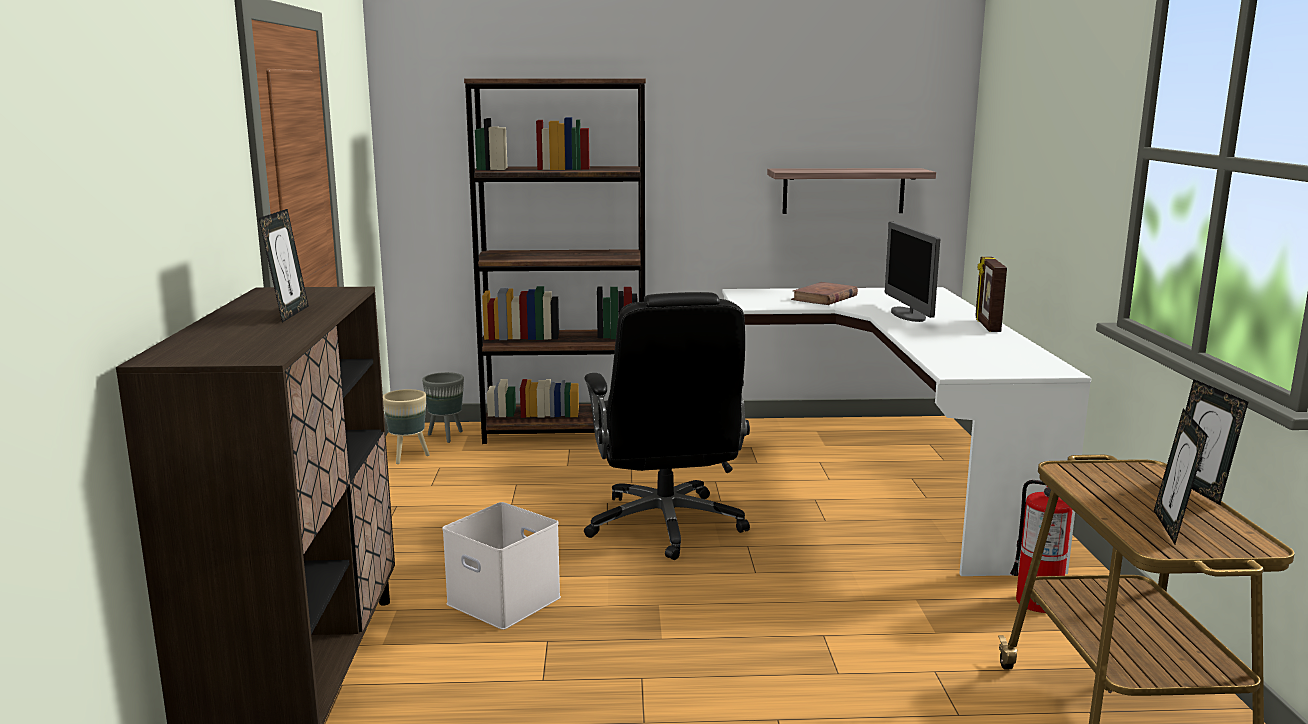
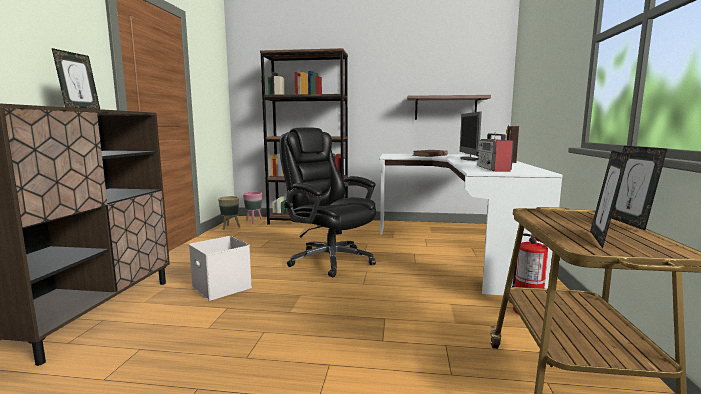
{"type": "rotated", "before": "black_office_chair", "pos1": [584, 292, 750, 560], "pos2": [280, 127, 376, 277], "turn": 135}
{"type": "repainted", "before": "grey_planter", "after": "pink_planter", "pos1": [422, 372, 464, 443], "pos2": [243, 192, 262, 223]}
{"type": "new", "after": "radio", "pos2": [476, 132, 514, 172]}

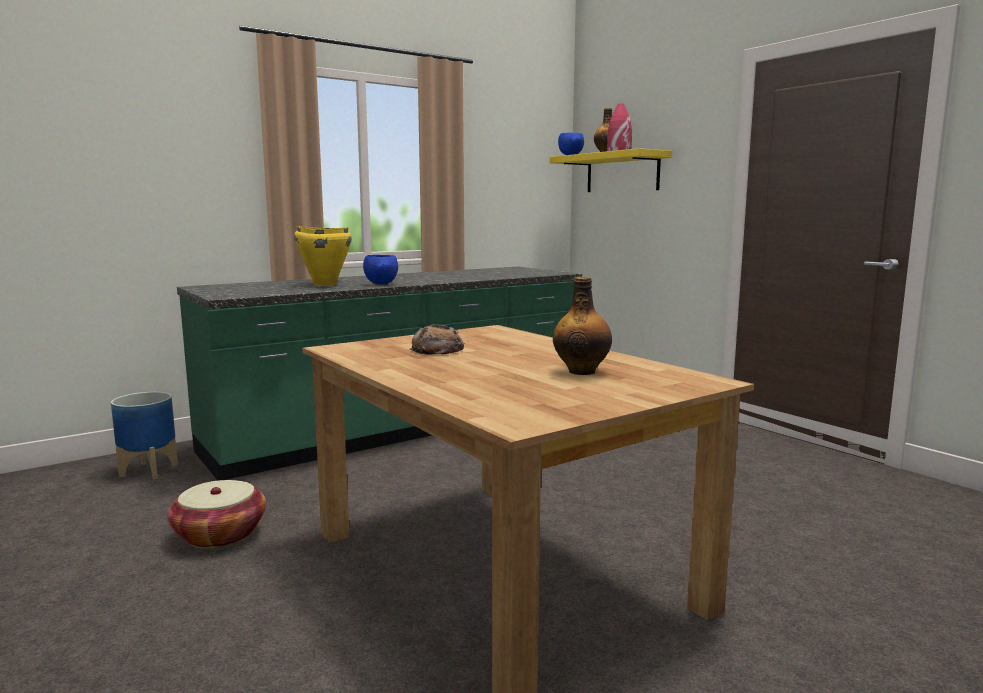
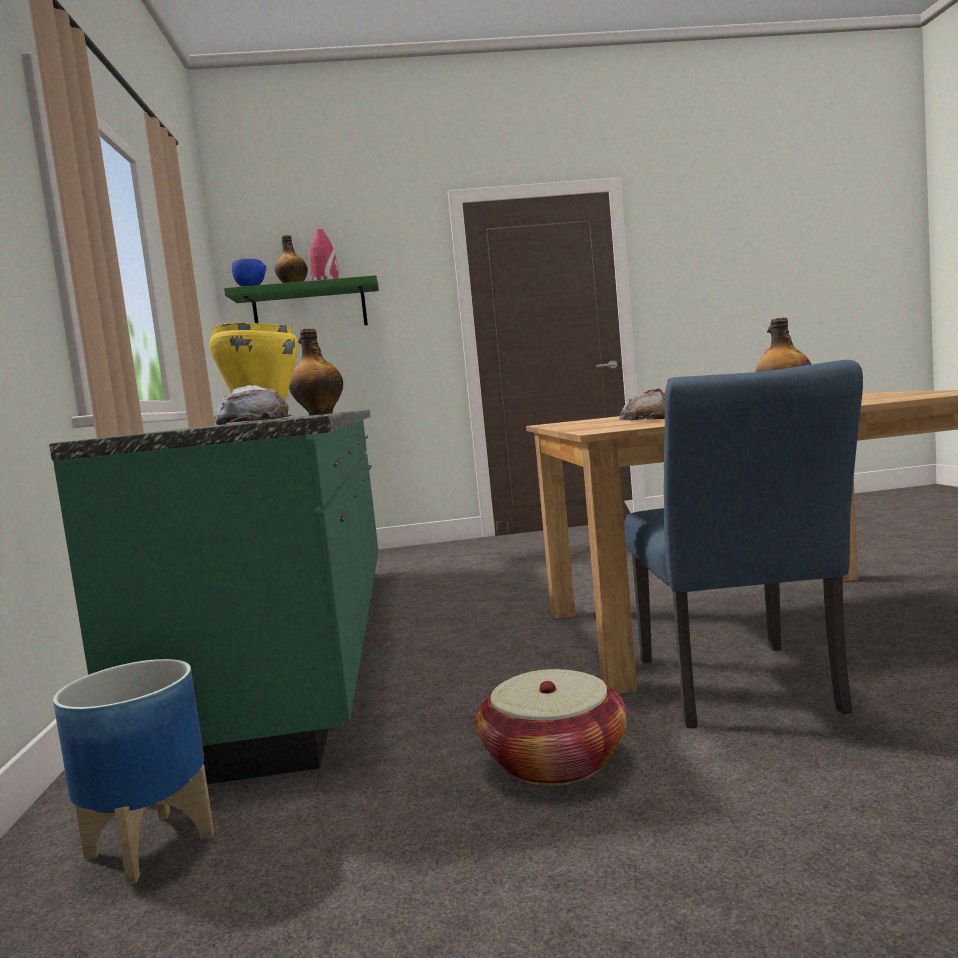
{"type": "repainted", "before": "yellow_shelf", "after": "green_shelf", "pos1": [549, 148, 672, 192], "pos2": [224, 275, 379, 326]}
{"type": "swapped", "before": "blue_bowl", "after": "bottle", "pos1": [363, 255, 398, 285], "pos2": [289, 328, 343, 416]}
{"type": "new", "after": "blue_chair", "pos2": [625, 360, 863, 728]}
{"type": "new", "after": "bread", "pos2": [214, 385, 292, 425]}

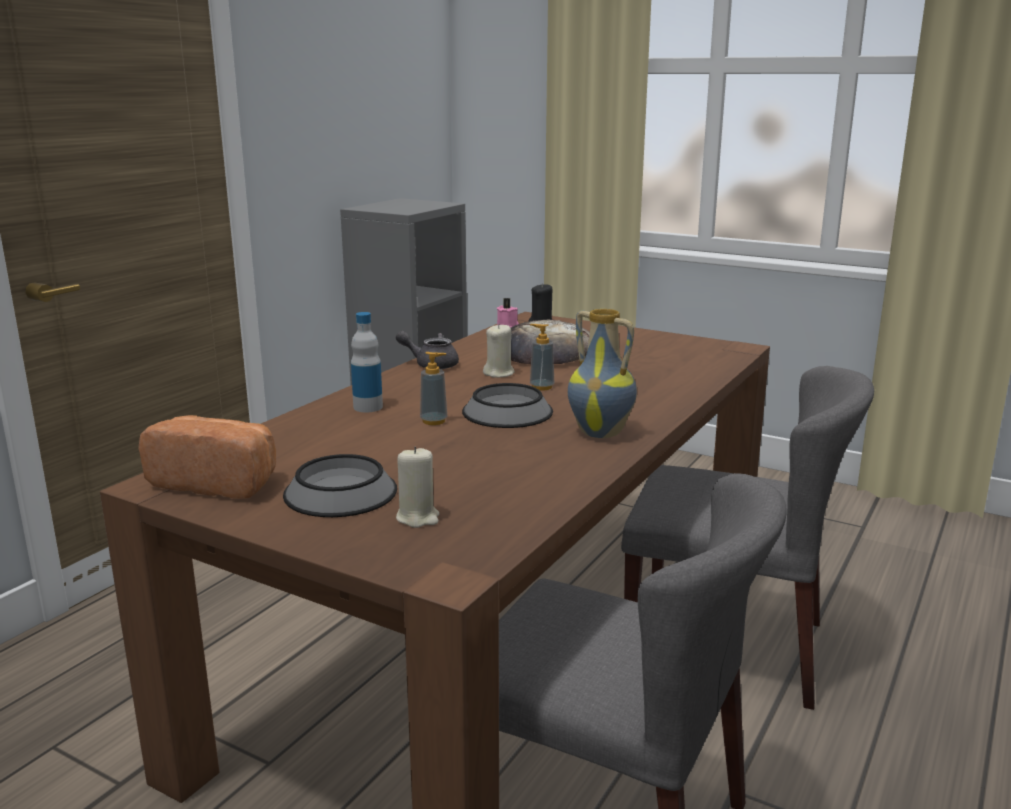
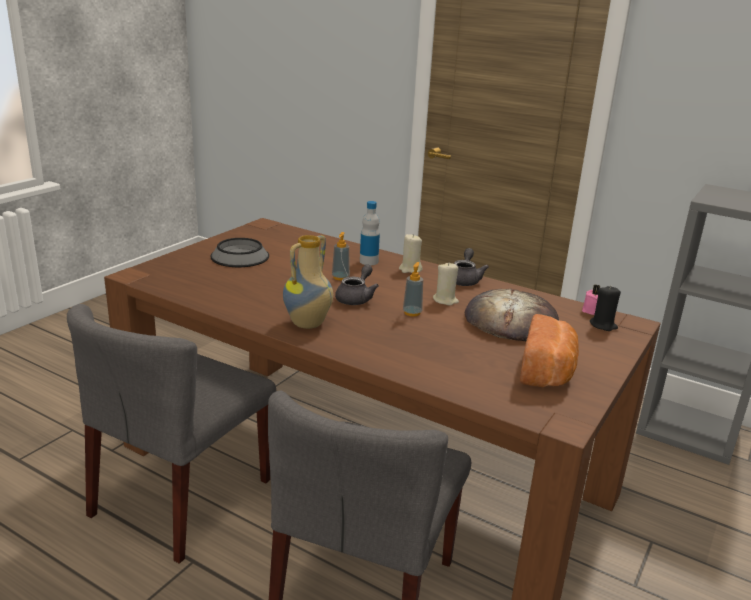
{"type": "swapped", "before": "bowl", "after": "grey_teapot", "pos1": [462, 383, 553, 428], "pos2": [335, 264, 379, 305]}
{"type": "shifted", "before": "bread", "pos1": [138, 415, 276, 498], "pos2": [520, 314, 579, 387]}
{"type": "shifted", "before": "beige_candle", "pos1": [396, 446, 439, 528], "pos2": [399, 234, 422, 273]}

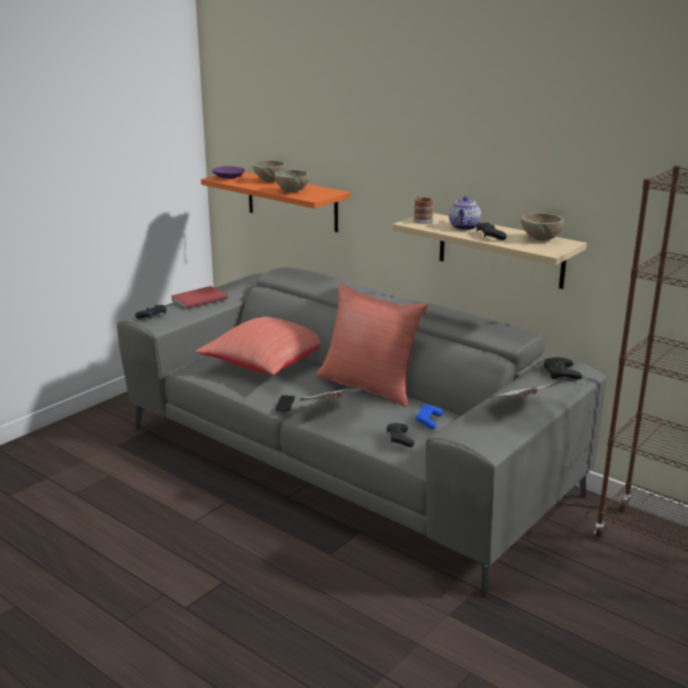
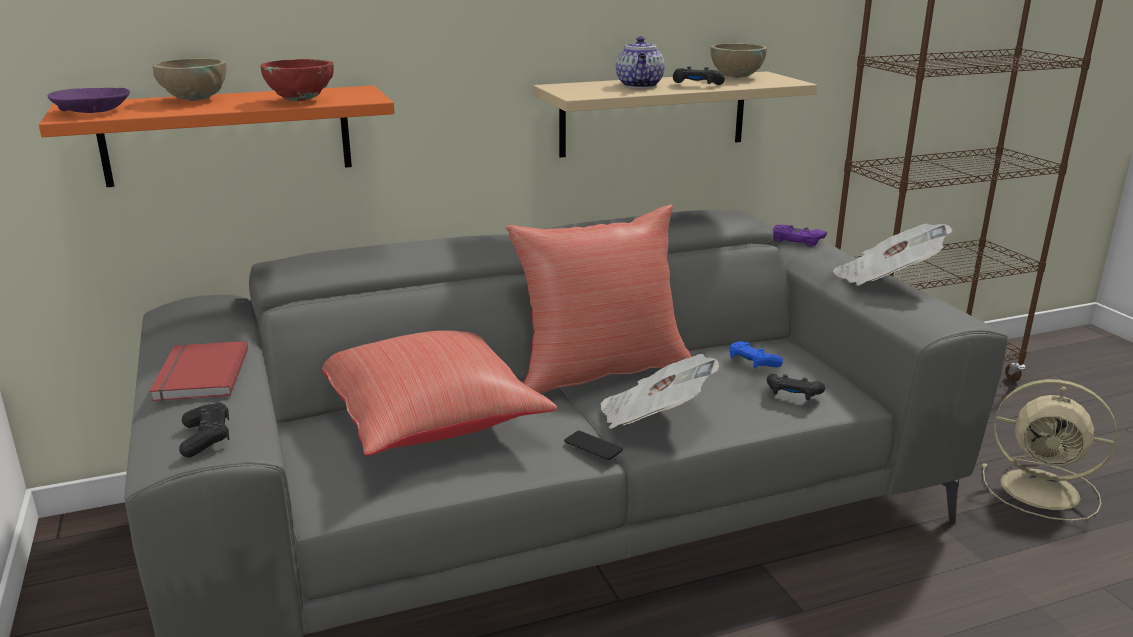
{"type": "repainted", "before": "beige_bowl", "after": "red_bowl", "pos1": [275, 170, 309, 192], "pos2": [260, 59, 334, 101]}
{"type": "gone", "before": "mug", "pos1": [413, 196, 434, 224]}
{"type": "rotated", "before": "teapot", "pos1": [449, 196, 481, 230], "pos2": [616, 36, 665, 88], "turn": 45}
{"type": "repainted", "before": "black_game_controller", "after": "purple_game_controller", "pos1": [544, 357, 582, 380], "pos2": [774, 225, 827, 247]}
{"type": "new", "after": "beige_fan", "pos2": [982, 379, 1117, 521]}

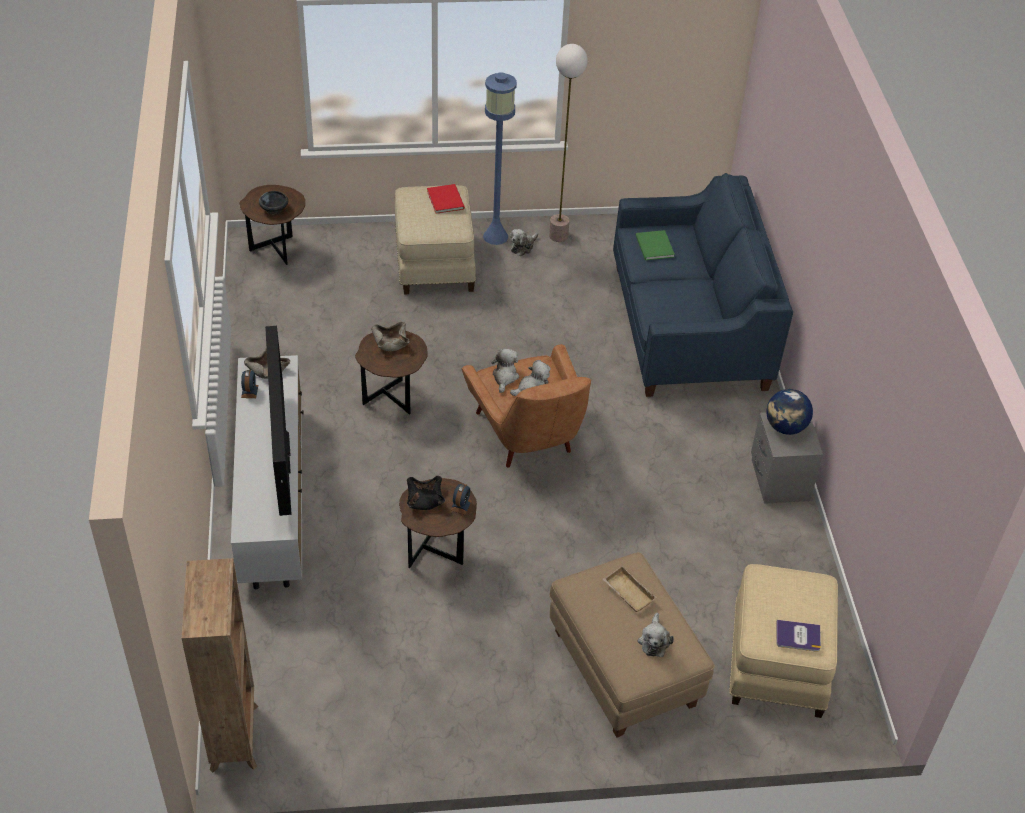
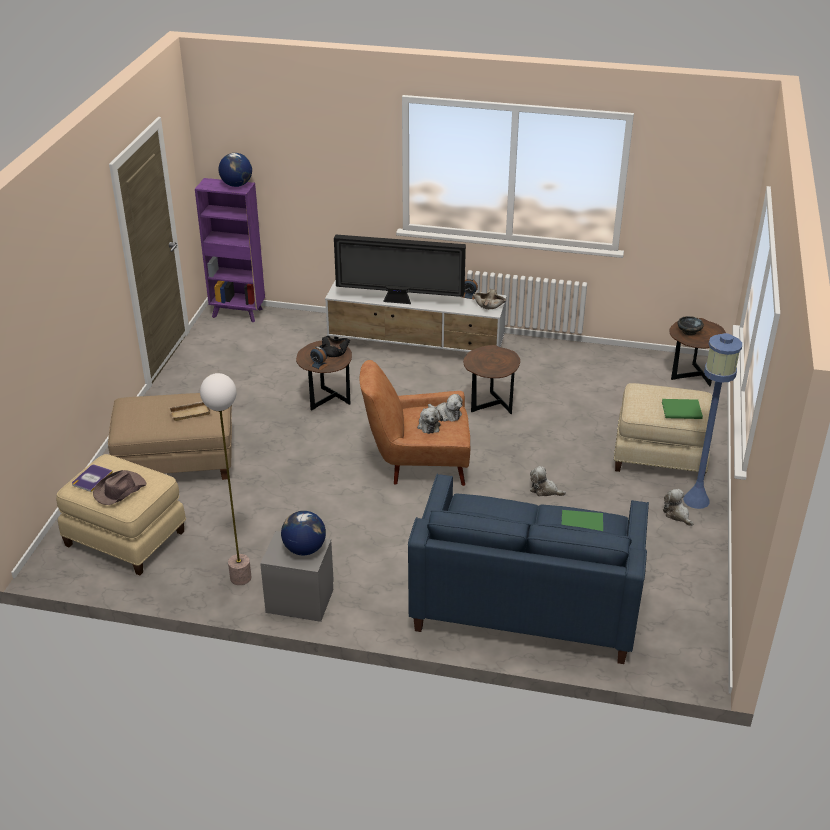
{"type": "shifted", "before": "floor_lamp", "pos1": [549, 44, 588, 242], "pos2": [200, 373, 251, 585]}
{"type": "repainted", "before": "red_book", "after": "green_book", "pos1": [427, 184, 465, 214], "pos2": [662, 399, 703, 419]}
{"type": "gone", "before": "beige_bowl", "pos1": [371, 322, 410, 351]}
{"type": "repainted", "before": "brown_bookcase", "after": "purple_bookcase", "pos1": [182, 558, 259, 772], "pos2": [195, 178, 265, 322]}
{"type": "shifted", "before": "plush_toy", "pos1": [638, 613, 674, 657], "pos2": [530, 466, 566, 496]}
{"type": "new", "after": "globe", "pos2": [219, 153, 252, 187]}
{"type": "new", "after": "brown_hat", "pos2": [93, 470, 146, 505]}

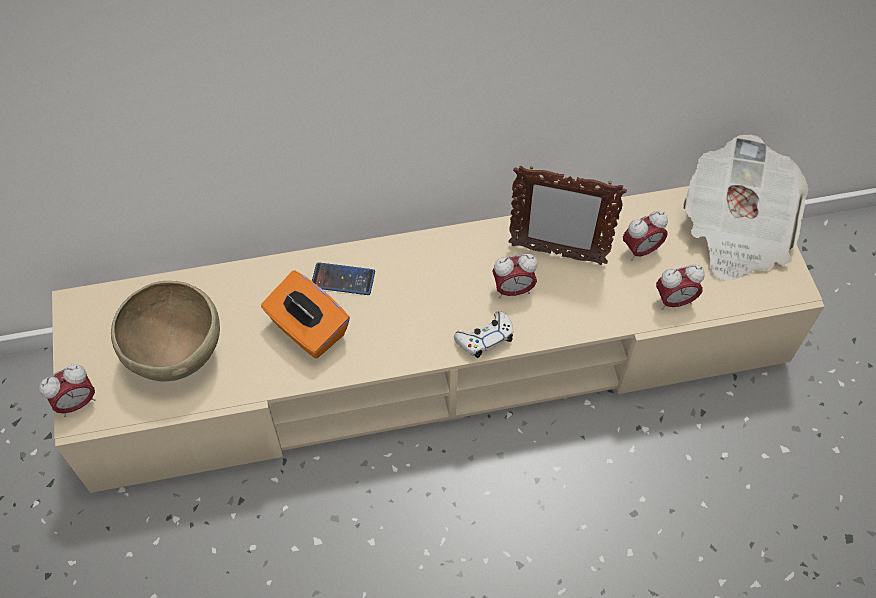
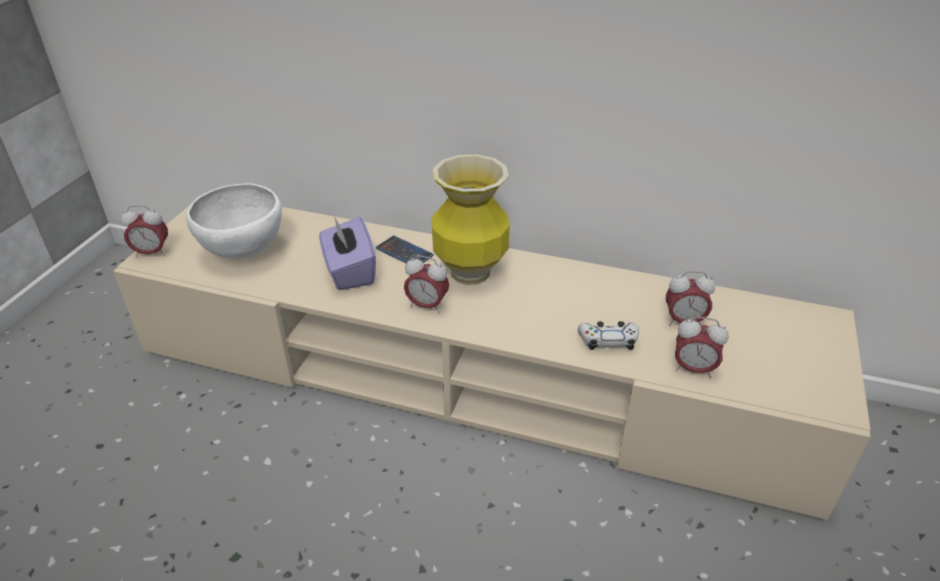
{"type": "gone", "before": "newspaper", "pos1": [683, 135, 809, 281]}
{"type": "gone", "before": "picture_frame", "pos1": [508, 166, 627, 265]}
{"type": "shifted", "before": "alarm_clock", "pos1": [492, 254, 538, 298], "pos2": [404, 255, 449, 314]}
{"type": "repainted", "before": "orange_tissue_box", "after": "purple_tissue_box", "pos1": [261, 271, 350, 359], "pos2": [319, 216, 376, 290]}
{"type": "repainted", "before": "brown_bowl", "after": "white_bowl", "pos1": [111, 281, 220, 381], "pos2": [186, 183, 282, 259]}
{"type": "shifted", "before": "white_game_controller", "pos1": [454, 311, 513, 358], "pos2": [578, 321, 639, 350]}
{"type": "new", "after": "vase", "pos2": [432, 154, 510, 285]}

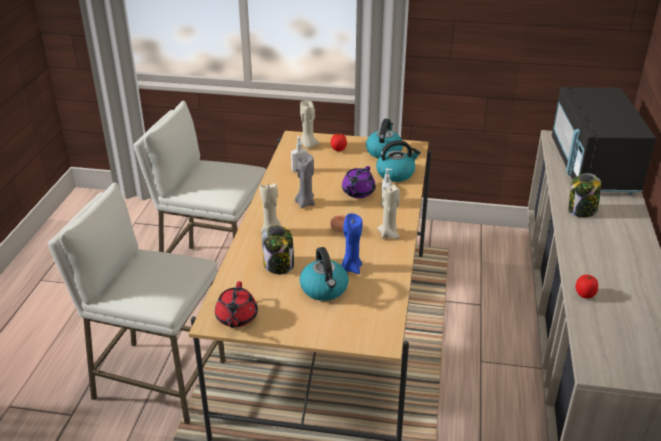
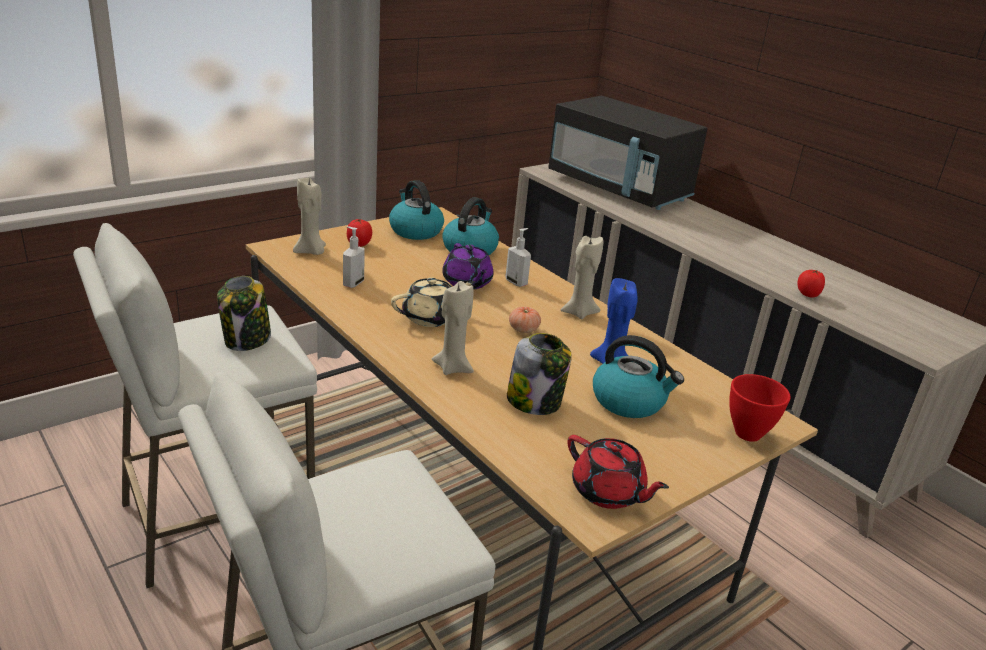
{"type": "swapped", "before": "grey_candle", "after": "beige_teapot", "pos1": [295, 153, 315, 208], "pos2": [391, 277, 475, 327]}
{"type": "shifted", "before": "jar", "pos1": [568, 173, 601, 217], "pos2": [217, 276, 271, 351]}
{"type": "new", "after": "red_bowl", "pos2": [729, 374, 791, 442]}

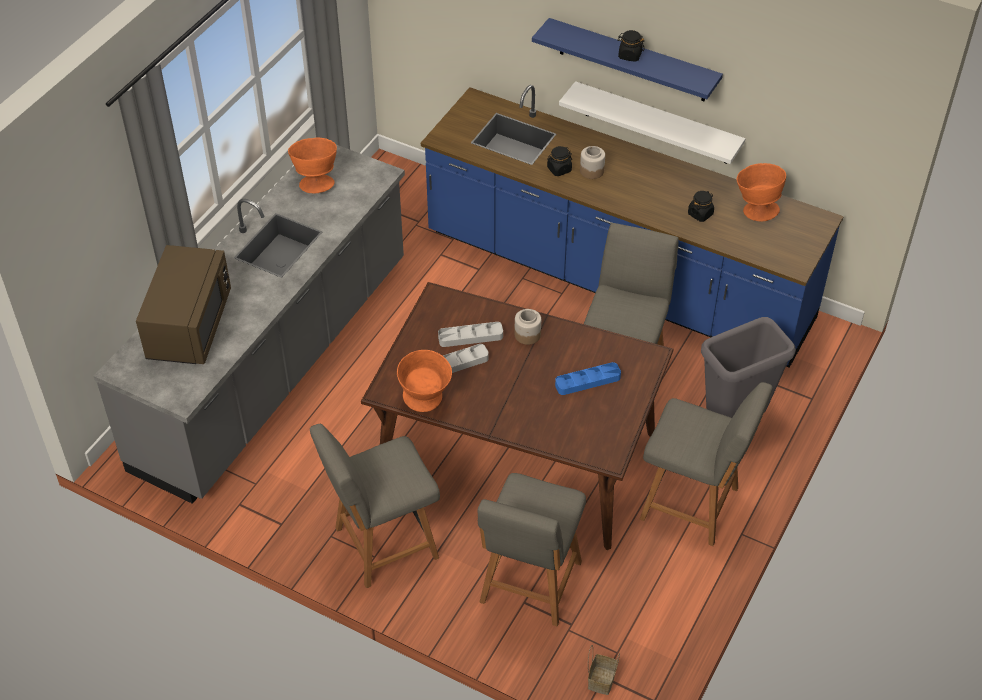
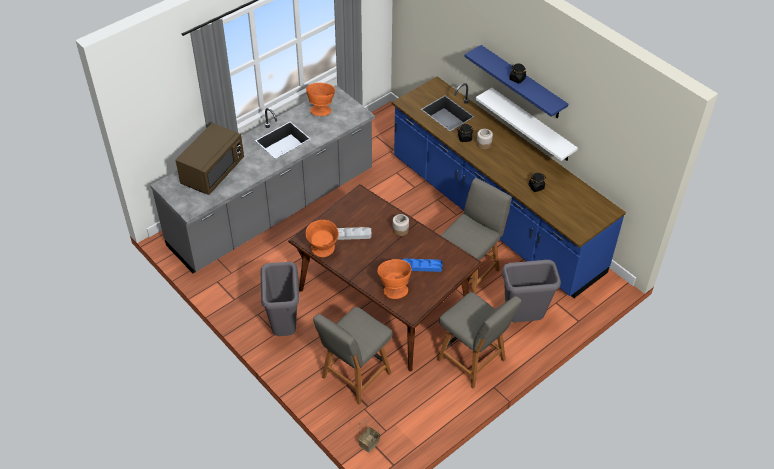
{"type": "shifted", "before": "orange_bowl", "pos1": [737, 163, 786, 221], "pos2": [377, 259, 412, 299]}
{"type": "gone", "before": "grey_tray", "pos1": [438, 322, 503, 347]}
{"type": "swapped", "before": "grey_chair", "after": "grey_trash_can", "pos1": [310, 424, 440, 588], "pos2": [261, 262, 299, 336]}

